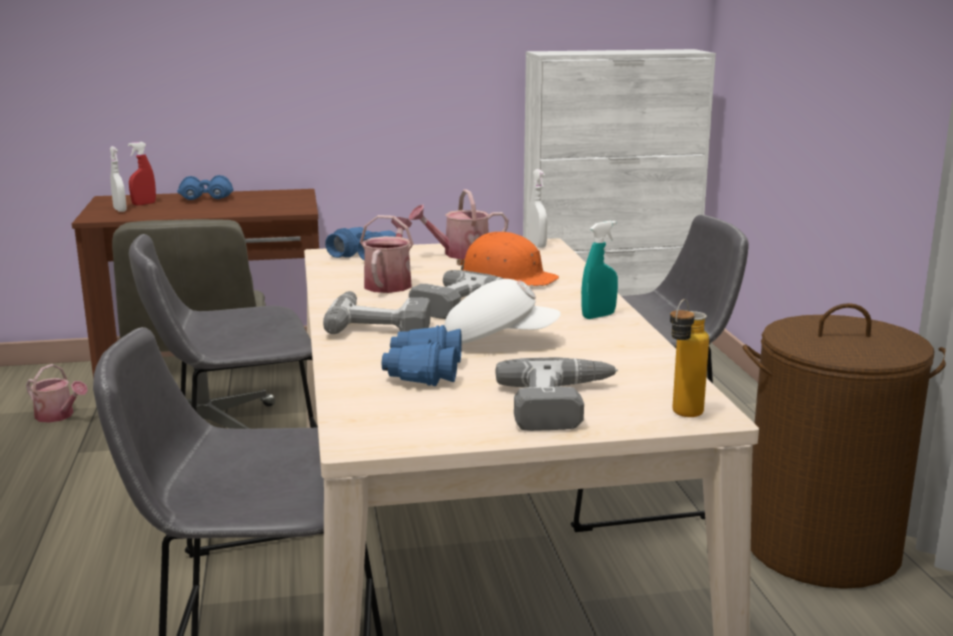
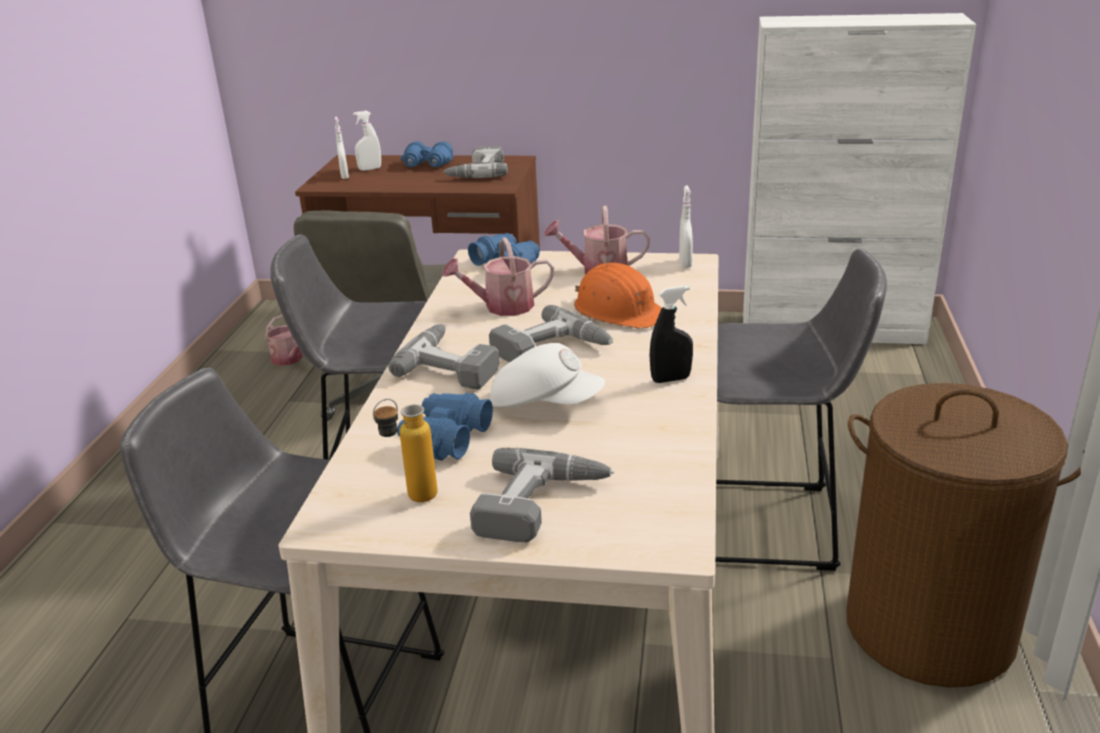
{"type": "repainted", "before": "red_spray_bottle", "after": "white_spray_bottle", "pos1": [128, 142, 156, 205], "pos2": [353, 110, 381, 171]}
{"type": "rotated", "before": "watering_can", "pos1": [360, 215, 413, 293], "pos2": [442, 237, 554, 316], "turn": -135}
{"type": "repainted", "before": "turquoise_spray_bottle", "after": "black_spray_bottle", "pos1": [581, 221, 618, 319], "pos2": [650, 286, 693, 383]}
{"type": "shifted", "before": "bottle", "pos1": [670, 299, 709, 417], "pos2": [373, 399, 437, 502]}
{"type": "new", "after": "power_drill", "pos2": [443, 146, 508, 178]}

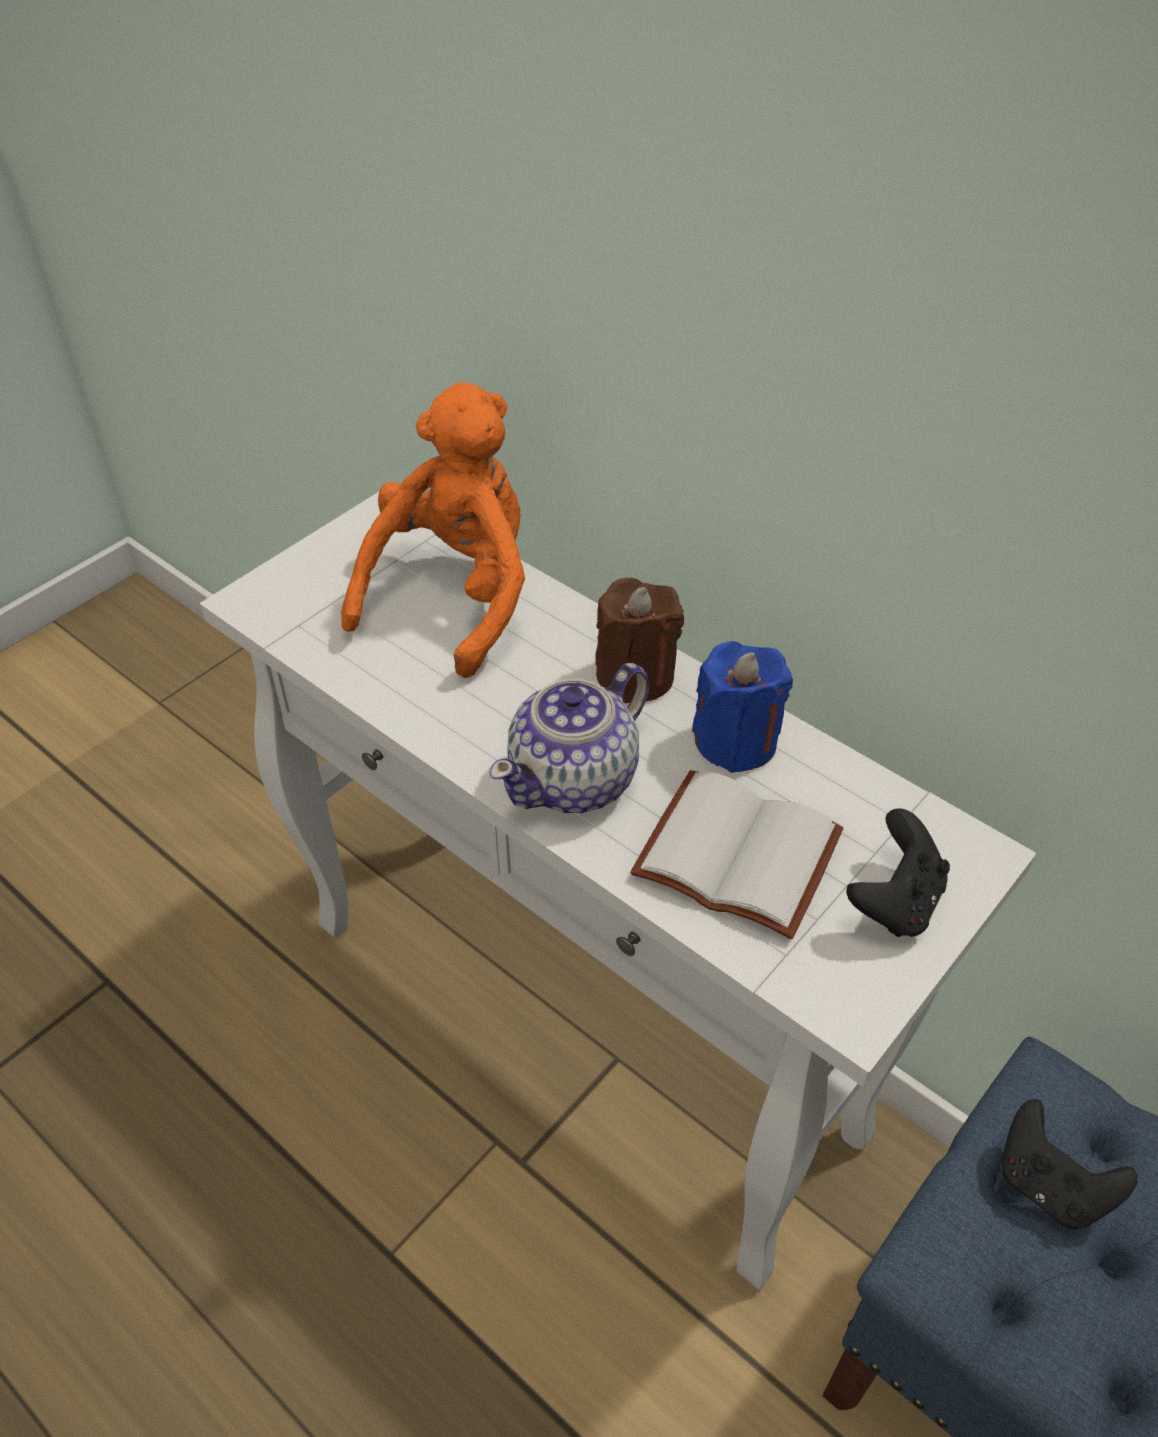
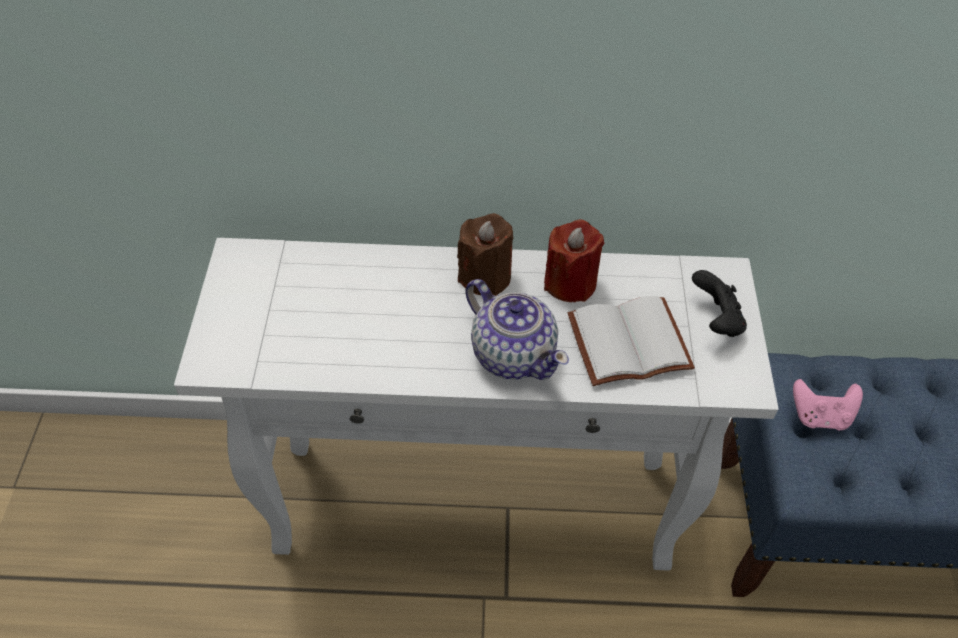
{"type": "gone", "before": "orange_plush_toy", "pos1": [341, 382, 525, 678]}
{"type": "repainted", "before": "blue_candle", "after": "red_candle", "pos1": [692, 641, 793, 773], "pos2": [544, 219, 604, 302]}
{"type": "rotated", "before": "teapot", "pos1": [489, 663, 649, 813], "pos2": [466, 279, 569, 380], "turn": -45}
{"type": "repainted", "before": "black_game_controller", "after": "pink_game_controller", "pos1": [1002, 1099, 1138, 1229], "pos2": [793, 379, 863, 430]}

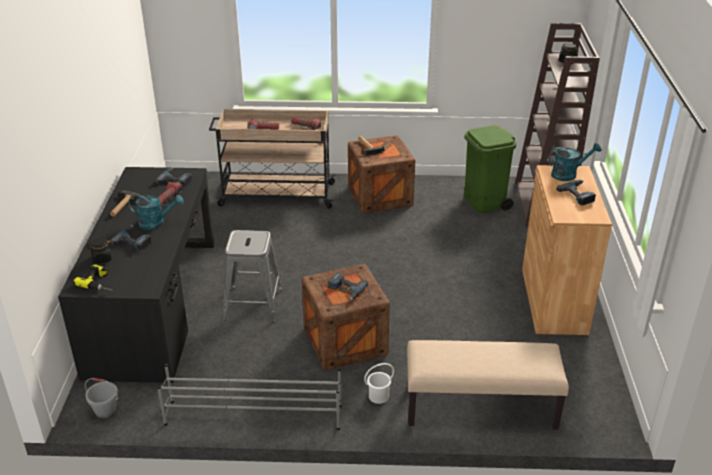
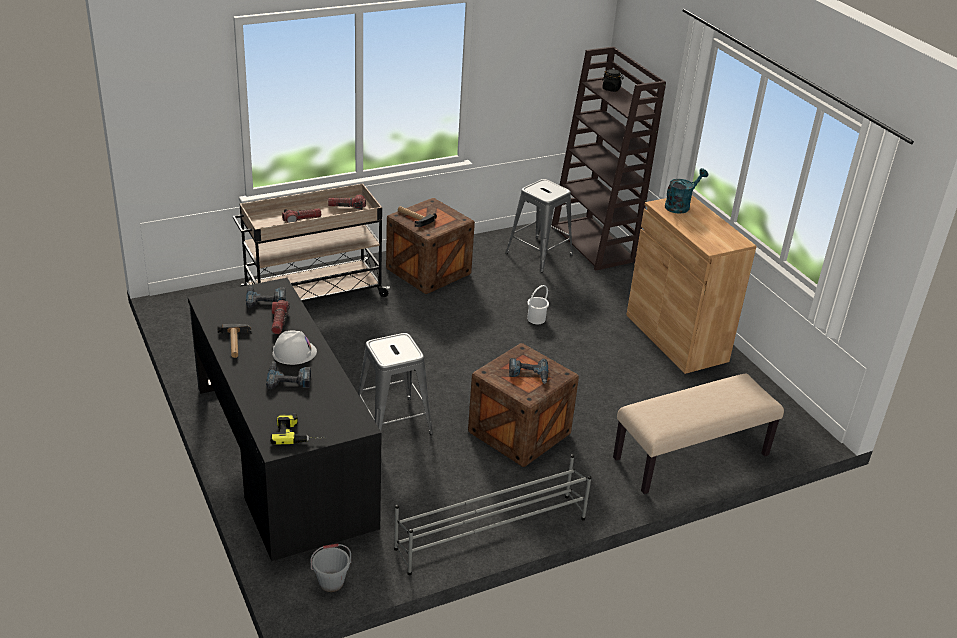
{"type": "swapped", "before": "green_trash_can", "after": "grey_stool", "pos1": [464, 125, 516, 213], "pos2": [505, 179, 573, 272]}
{"type": "gone", "before": "power_drill", "pos1": [556, 180, 596, 206]}
{"type": "swapped", "before": "turquoise_watering_can", "after": "white_hard_hat", "pos1": [128, 194, 184, 230], "pos2": [272, 330, 317, 365]}
{"type": "gone", "before": "black_jar", "pos1": [87, 237, 113, 264]}
{"type": "shifted", "before": "white_bucket", "pos1": [364, 363, 394, 404], "pos2": [527, 285, 549, 324]}

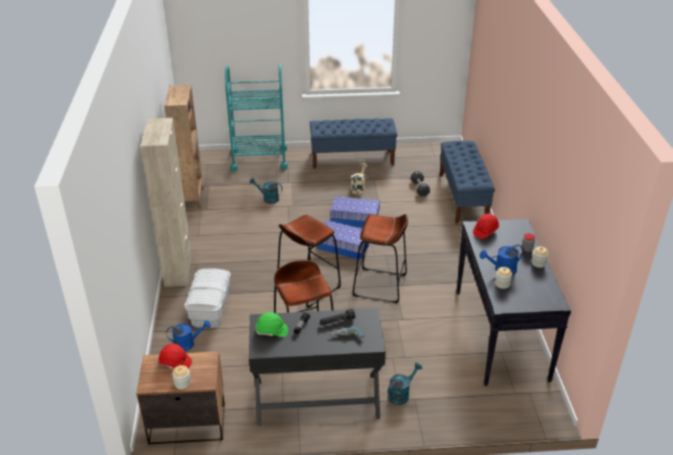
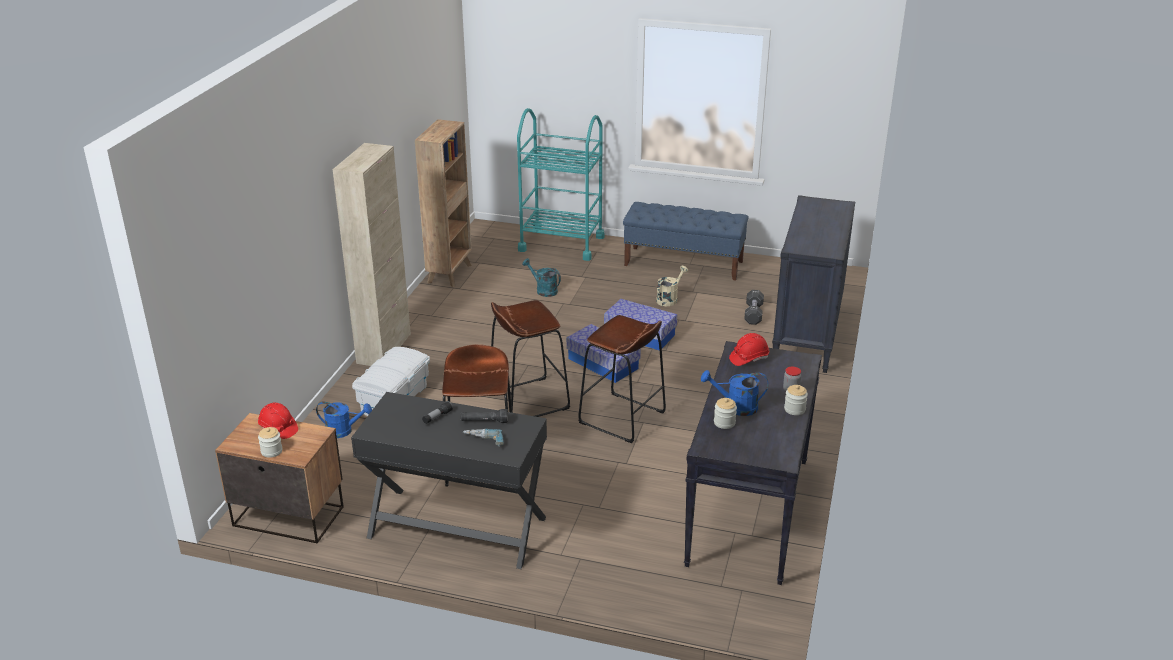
{"type": "swapped", "before": "blue_bench", "after": "black_dresser", "pos1": [440, 141, 495, 224], "pos2": [772, 195, 855, 373]}
{"type": "gone", "before": "green_hard_hat", "pos1": [256, 312, 288, 337]}
{"type": "gone", "before": "turquoise_watering_can", "pos1": [387, 362, 422, 405]}

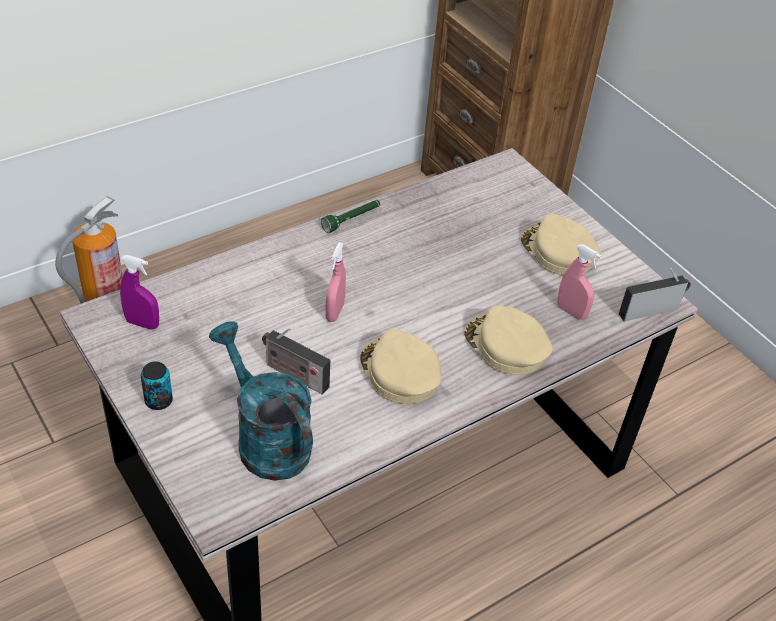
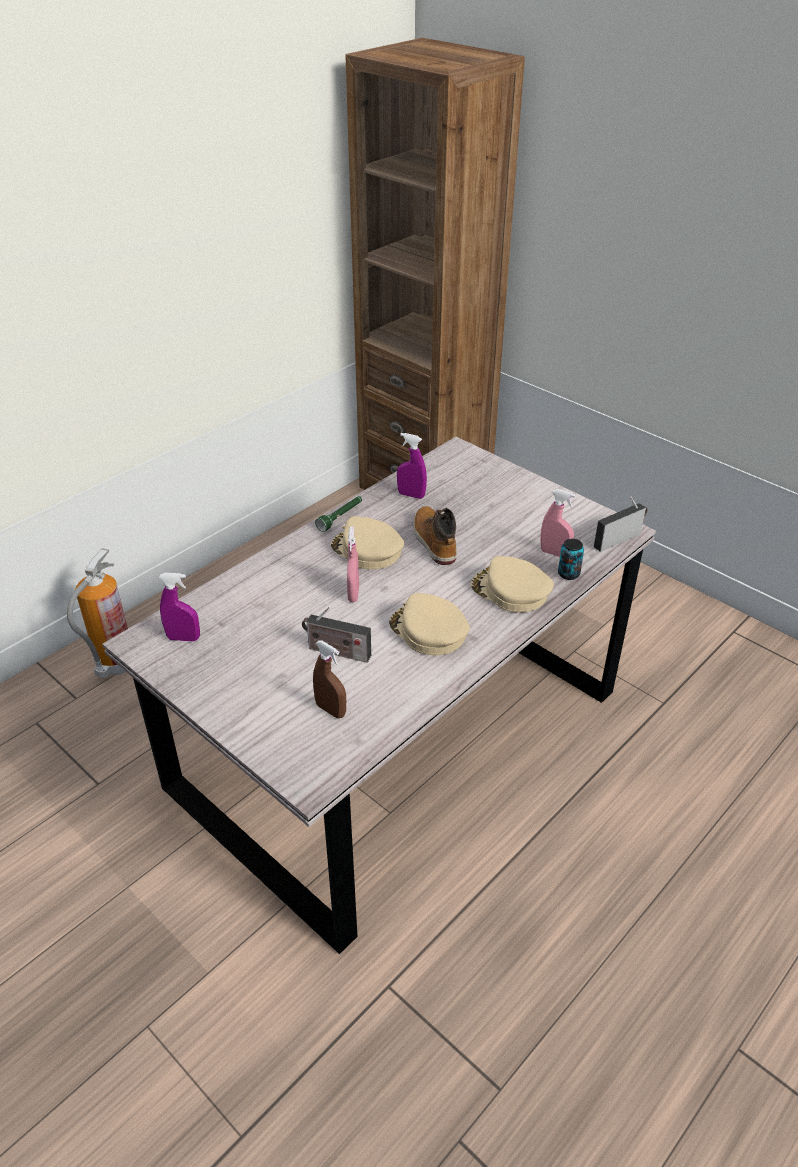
{"type": "shifted", "before": "beige_cap", "pos1": [520, 214, 601, 275], "pos2": [331, 516, 404, 569]}
{"type": "swapped", "before": "turquoise_watering_can", "after": "brown_spray_bottle", "pos1": [209, 321, 313, 481], "pos2": [313, 640, 346, 718]}
{"type": "shifted", "before": "can", "pos1": [141, 362, 173, 410], "pos2": [558, 539, 584, 580]}
{"type": "new", "after": "purple_spray_bottle", "pos2": [397, 433, 427, 499]}
{"type": "new", "after": "boot", "pos2": [414, 506, 457, 565]}

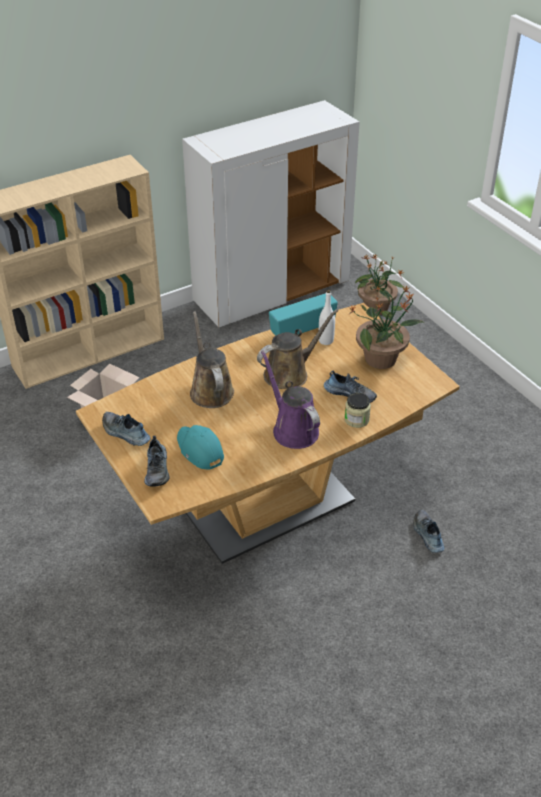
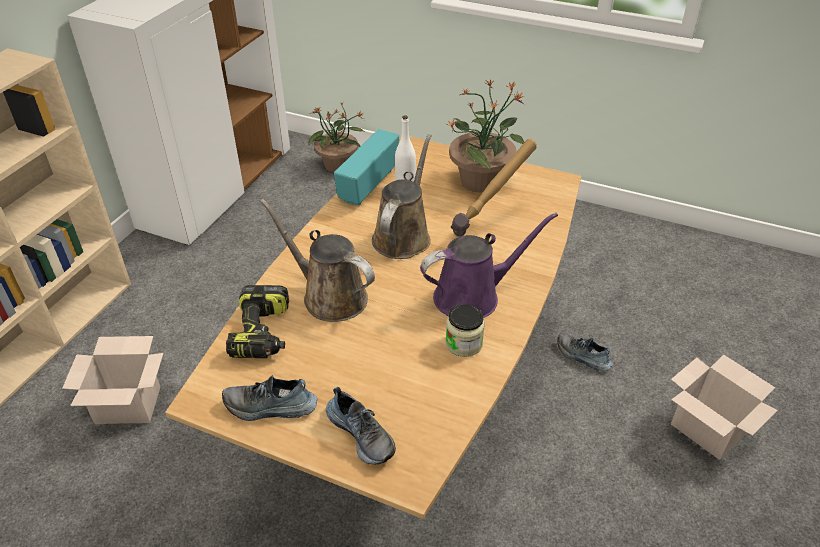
{"type": "rotated", "before": "purple_watering_can", "pos1": [261, 350, 320, 449], "pos2": [420, 213, 558, 318], "turn": 135}
{"type": "swapped", "before": "shoe", "after": "hammer", "pos1": [324, 371, 377, 403], "pos2": [451, 139, 537, 237]}
{"type": "shifted", "before": "jar", "pos1": [344, 393, 371, 428], "pos2": [445, 304, 485, 357]}
{"type": "gone", "before": "turquoise_cap", "pos1": [177, 425, 224, 469]}
{"type": "new", "after": "power_drill", "pos2": [226, 285, 289, 358]}
{"type": "new", "after": "cardboard_box", "pos2": [671, 355, 778, 460]}

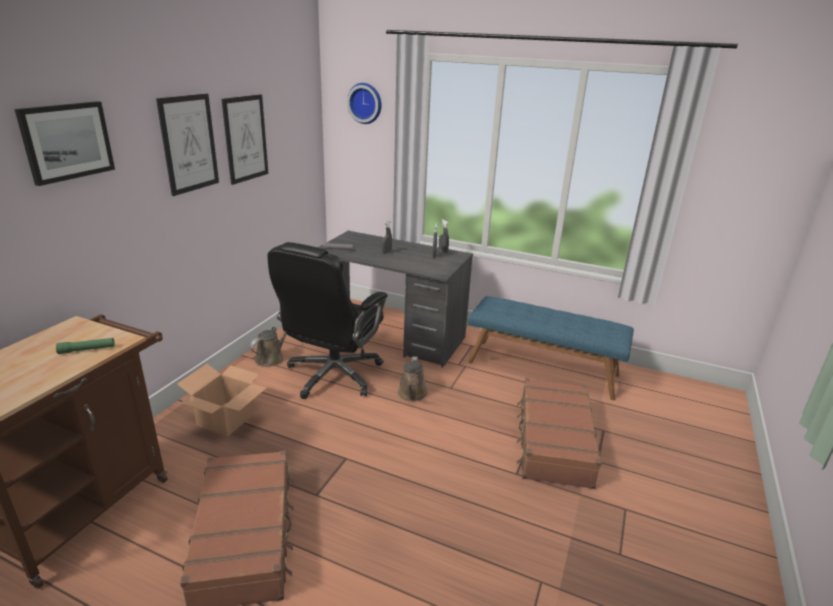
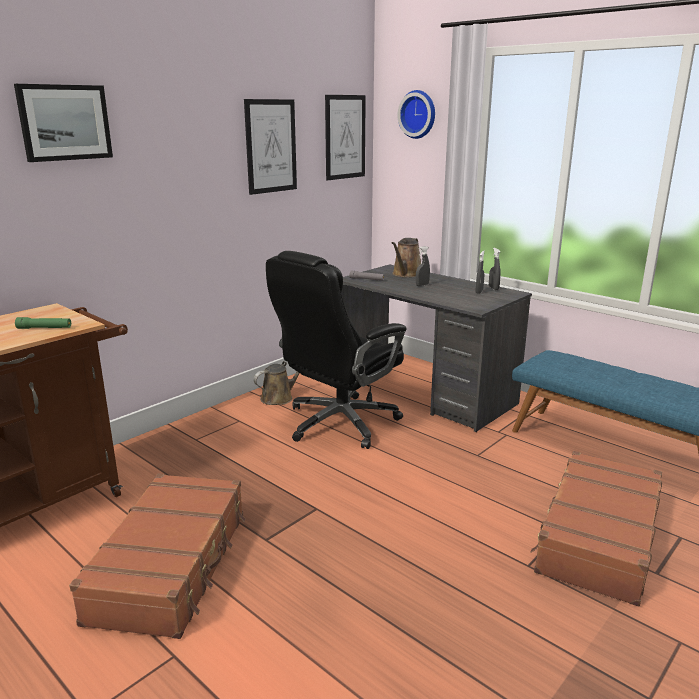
{"type": "shifted", "before": "picture", "pos1": [156, 94, 219, 196], "pos2": [325, 95, 366, 180]}
{"type": "shifted", "before": "brown_watering_can", "pos1": [398, 357, 428, 401], "pos2": [392, 238, 421, 278]}
{"type": "gone", "before": "cardboard_box", "pos1": [177, 364, 267, 437]}

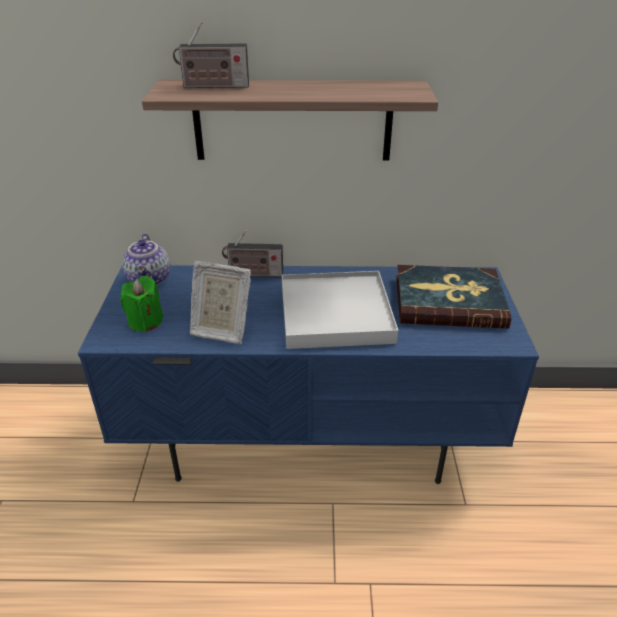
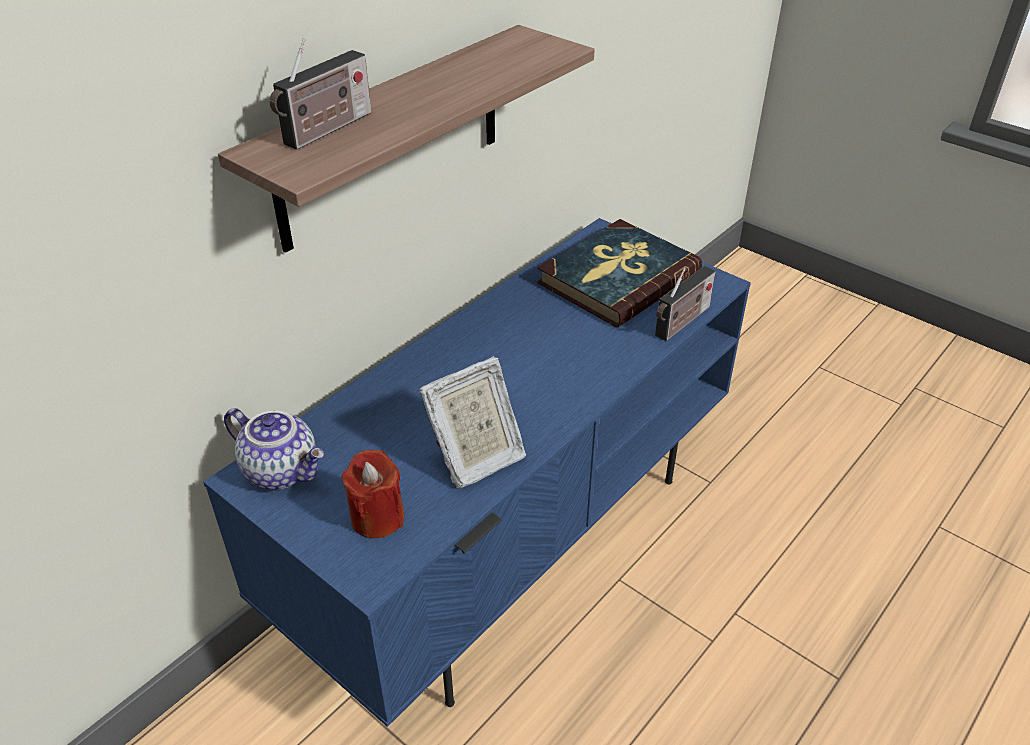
{"type": "shifted", "before": "radio", "pos1": [222, 230, 283, 277], "pos2": [655, 266, 716, 341]}
{"type": "gone", "before": "white_tray", "pos1": [282, 271, 398, 349]}
{"type": "repainted", "before": "green_candle", "after": "red_candle", "pos1": [120, 276, 163, 332], "pos2": [342, 450, 404, 538]}

